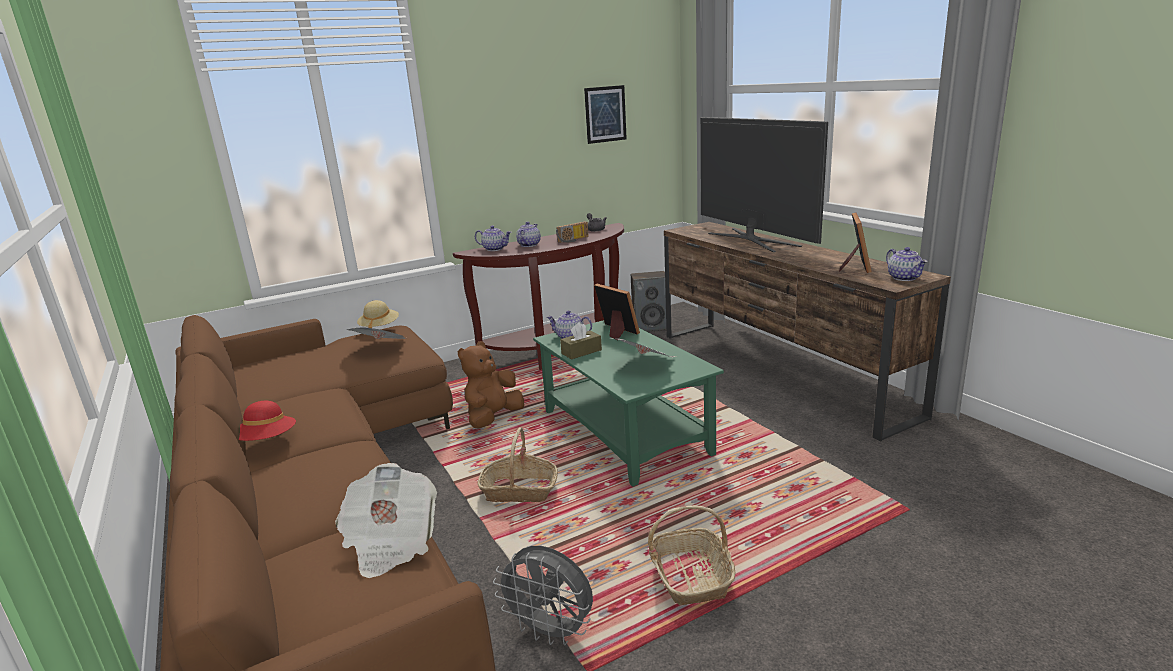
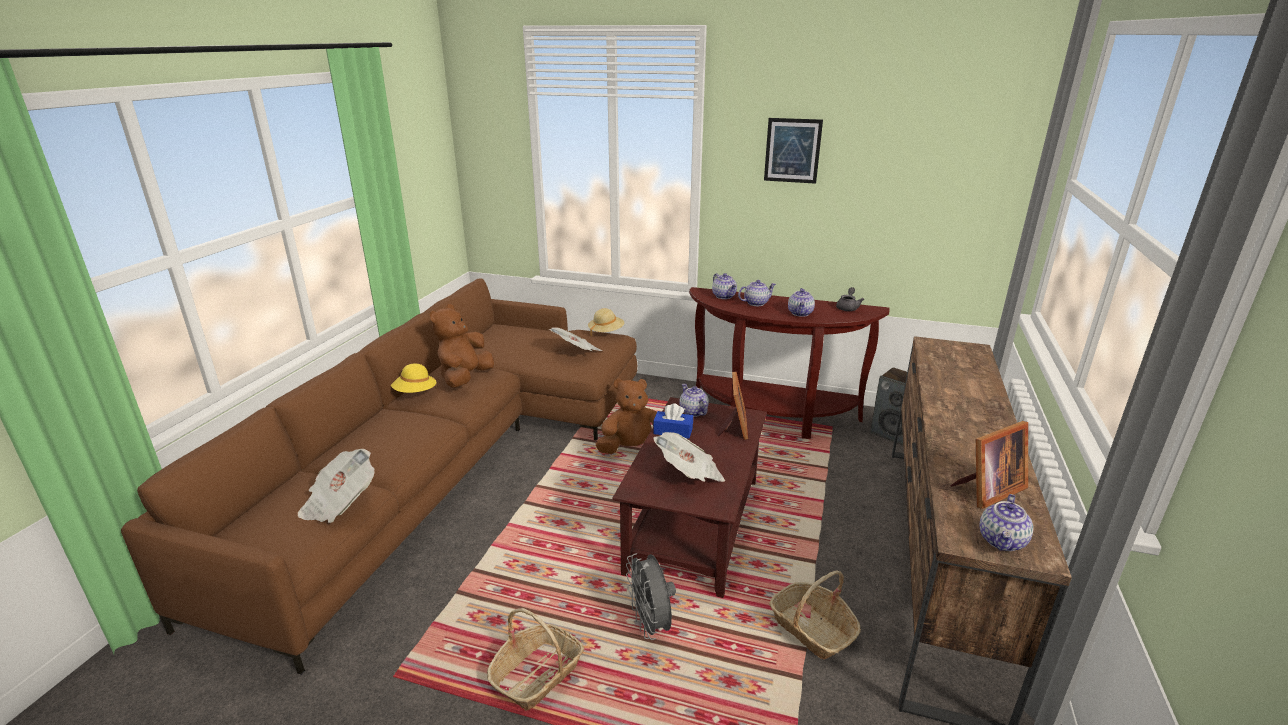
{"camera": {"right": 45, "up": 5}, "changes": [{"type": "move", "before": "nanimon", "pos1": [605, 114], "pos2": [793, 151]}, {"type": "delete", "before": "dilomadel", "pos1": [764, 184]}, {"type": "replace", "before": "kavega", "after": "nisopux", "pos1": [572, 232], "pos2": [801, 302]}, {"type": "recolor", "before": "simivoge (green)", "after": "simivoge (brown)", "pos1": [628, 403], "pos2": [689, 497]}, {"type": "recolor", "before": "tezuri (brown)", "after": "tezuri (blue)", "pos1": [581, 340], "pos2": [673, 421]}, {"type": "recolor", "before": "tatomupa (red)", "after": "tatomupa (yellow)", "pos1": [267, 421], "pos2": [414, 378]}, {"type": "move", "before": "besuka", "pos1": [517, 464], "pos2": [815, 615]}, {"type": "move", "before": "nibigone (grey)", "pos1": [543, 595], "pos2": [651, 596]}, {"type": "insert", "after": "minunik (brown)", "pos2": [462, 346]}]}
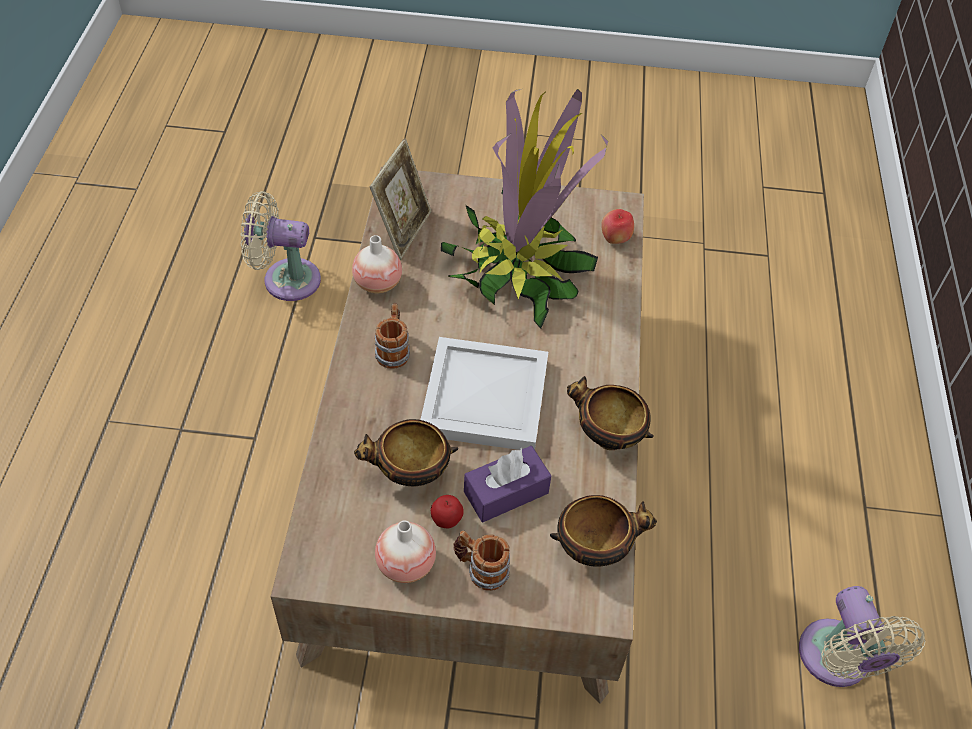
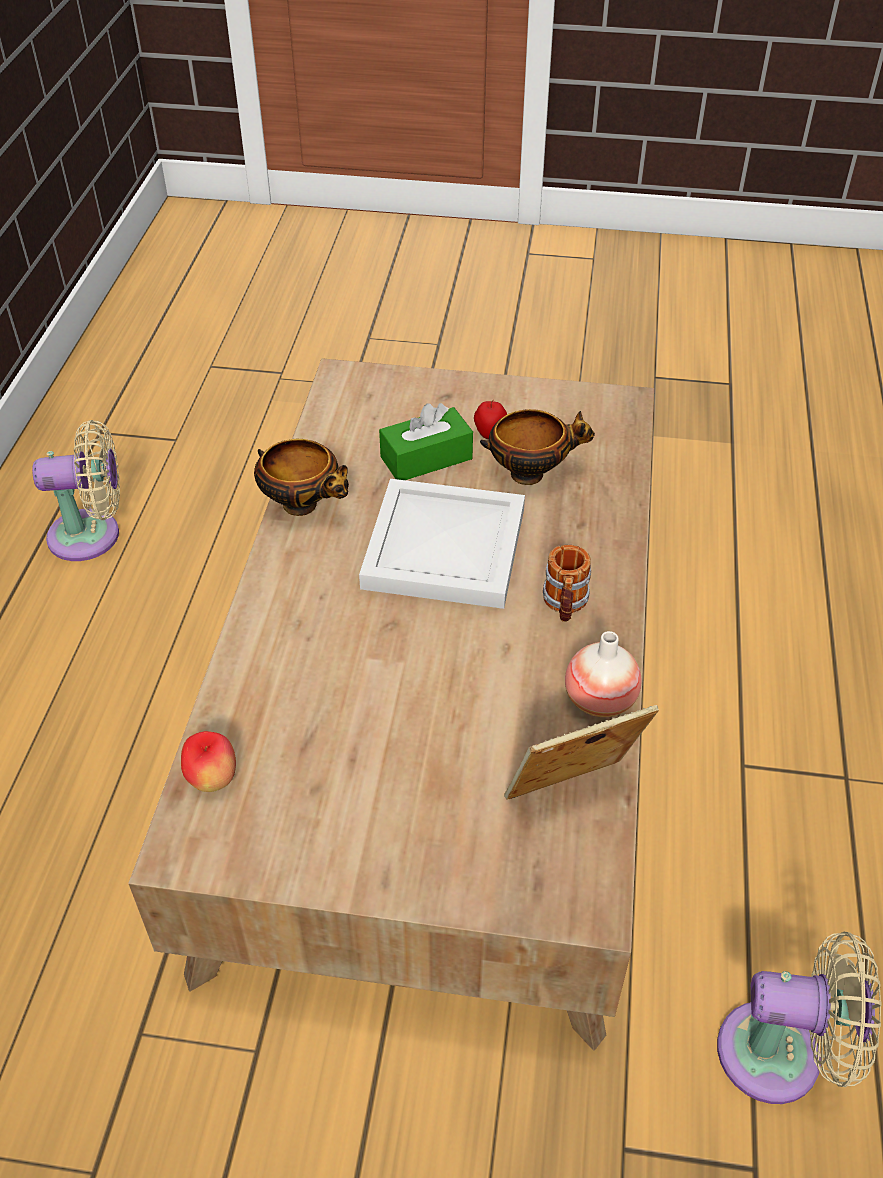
{"camera": {"right": -175, "up": -5}, "changes": [{"type": "delete", "before": "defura", "pos1": [524, 209]}, {"type": "rotate", "before": "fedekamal", "pos1": [400, 199], "pos2": [581, 752], "turn": 45}, {"type": "recolor", "before": "tezuri (purple)", "after": "tezuri (green)", "pos1": [507, 484], "pos2": [426, 441]}, {"type": "delete", "before": "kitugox", "pos1": [603, 530]}, {"type": "delete", "before": "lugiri", "pos1": [405, 551]}, {"type": "delete", "before": "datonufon", "pos1": [481, 561]}, {"type": "rotate", "before": "nibigone (beige)", "pos1": [862, 636], "pos2": [76, 490], "turn": 90}]}
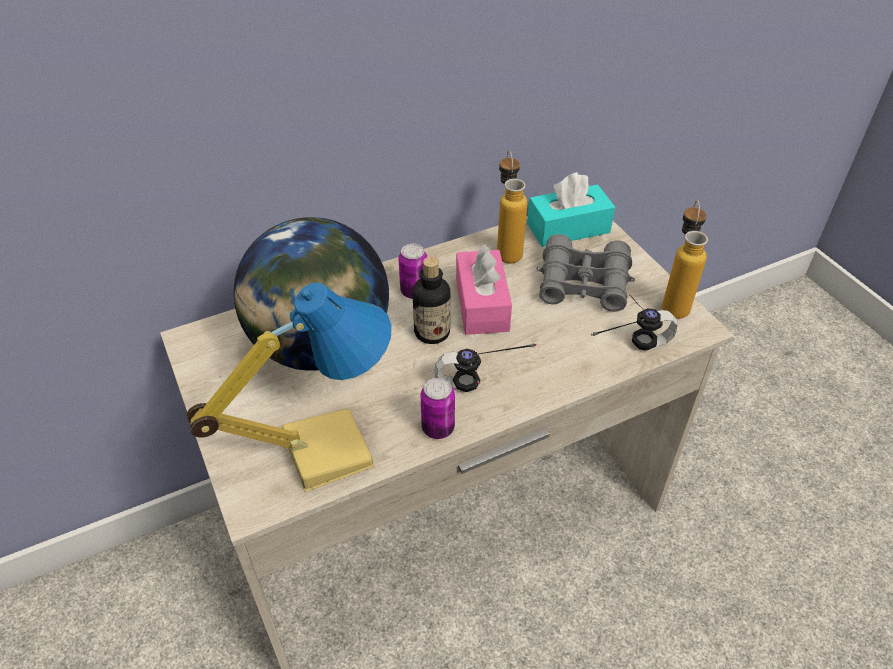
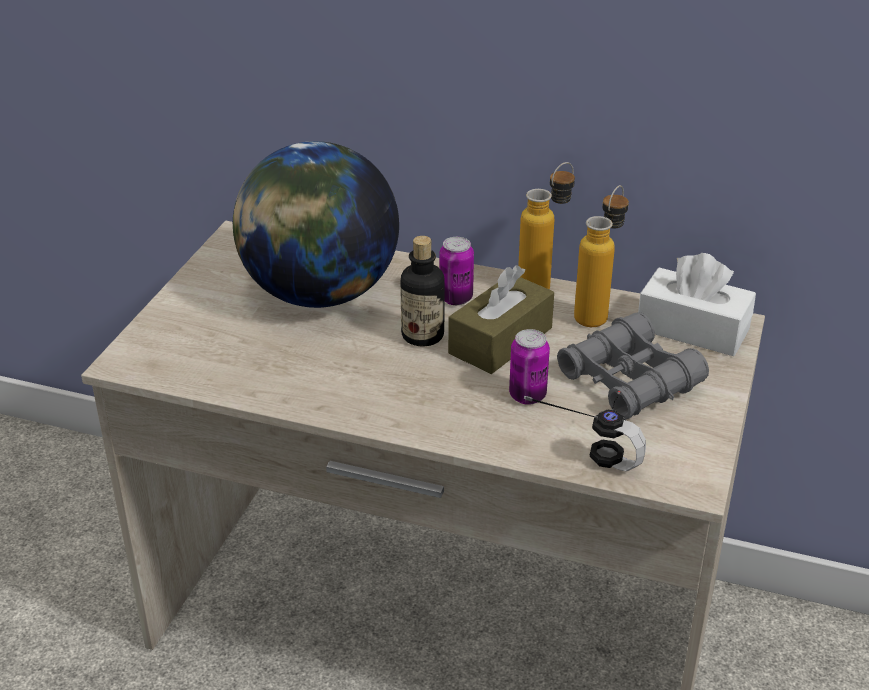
{"camera": {"right": 45, "up": -10}, "changes": [{"type": "recolor", "before": "tezuri (turquoise)", "after": "tezuri (white)", "pos1": [571, 209], "pos2": [697, 304]}, {"type": "move", "before": "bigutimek", "pos1": [685, 259], "pos2": [546, 225]}, {"type": "recolor", "before": "tezuri (pink)", "after": "tezuri (brown)", "pos1": [484, 289], "pos2": [501, 319]}, {"type": "delete", "before": "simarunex", "pos1": [289, 387]}, {"type": "delete", "before": "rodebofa", "pos1": [485, 367]}, {"type": "move", "before": "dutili", "pos1": [438, 408], "pos2": [529, 367]}]}
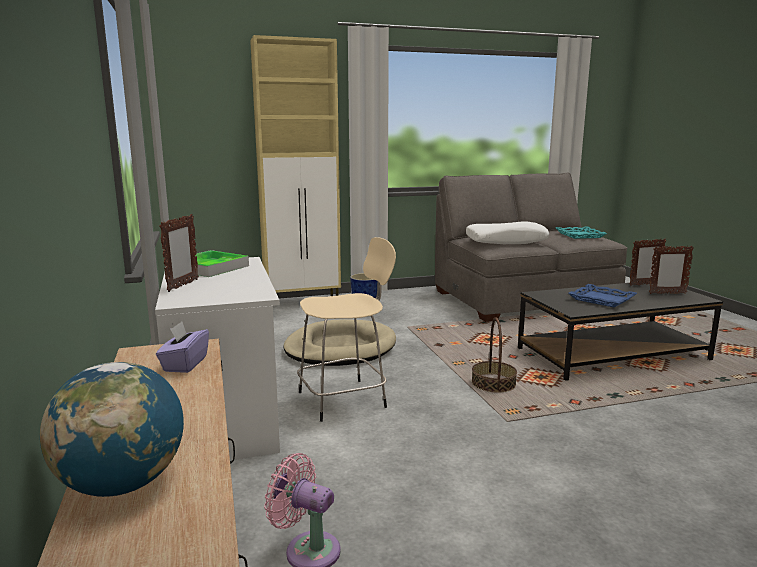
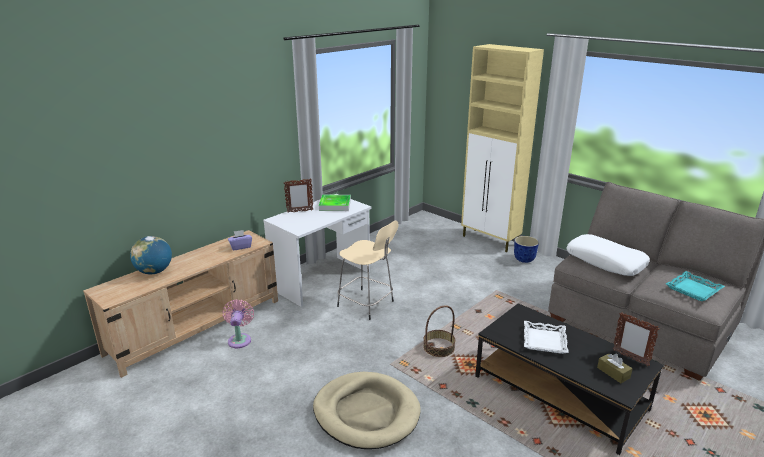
{"camera": {"right": 60, "up": 10}, "changes": [{"type": "replace", "before": "fedekamal", "after": "tezuri (brown)", "pos1": [671, 269], "pos2": [615, 368]}, {"type": "recolor", "before": "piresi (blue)", "after": "piresi (white)", "pos1": [602, 296], "pos2": [546, 337]}, {"type": "move", "before": "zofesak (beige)", "pos1": [339, 342], "pos2": [367, 410]}]}
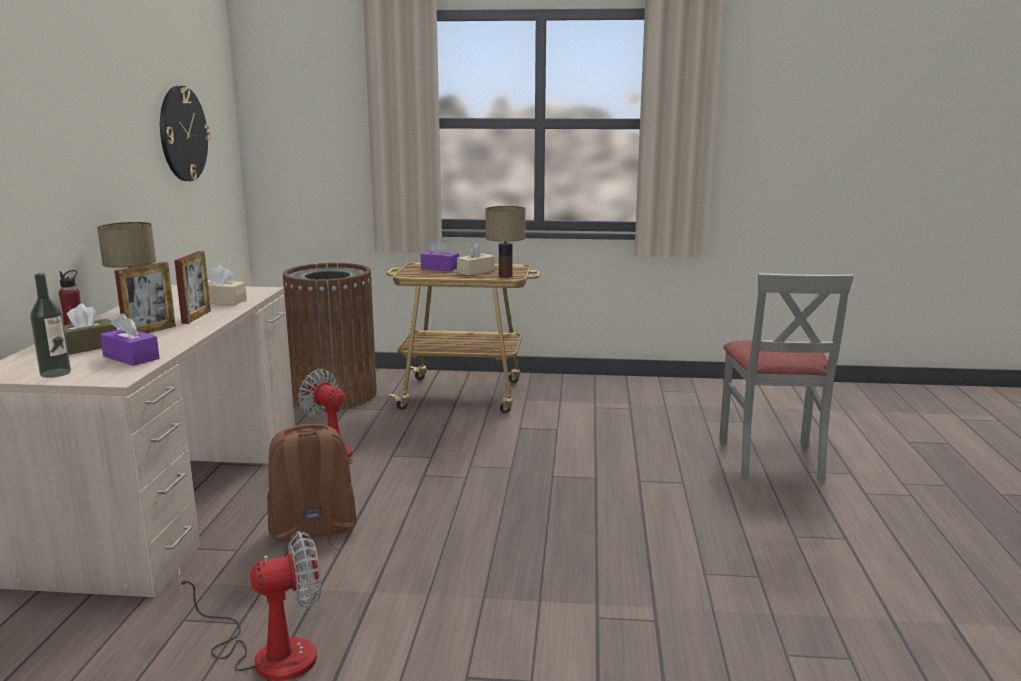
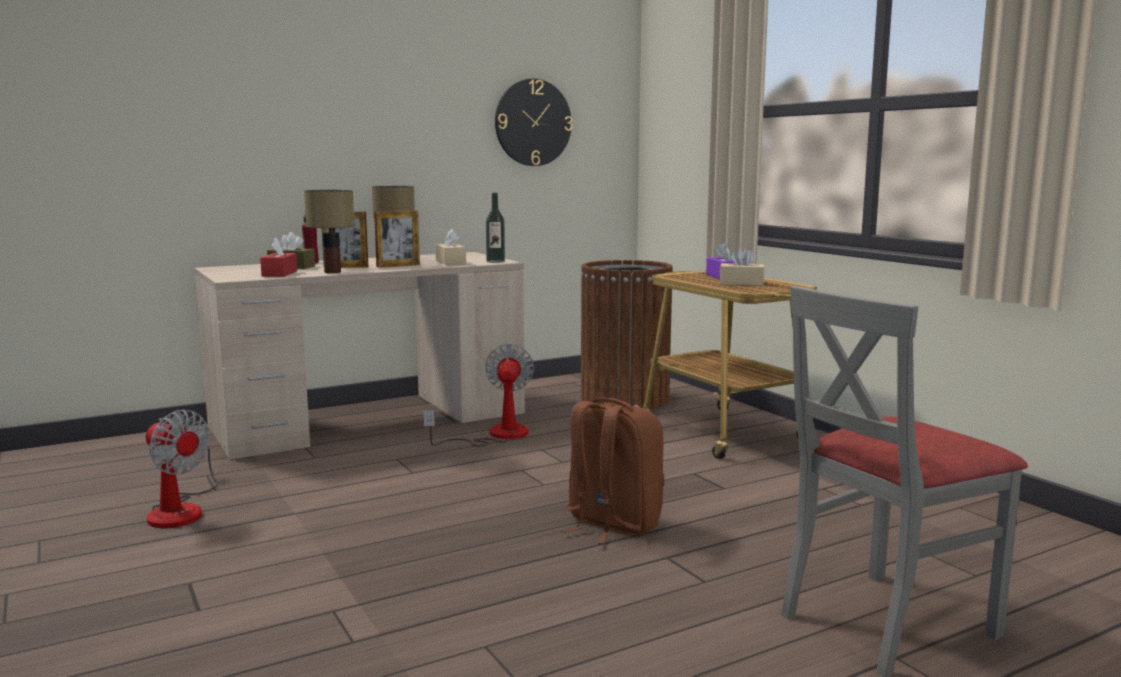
{"camera": {"right": 55, "up": -5}, "changes": [{"type": "move", "before": "simarunex", "pos1": [506, 242], "pos2": [329, 231]}, {"type": "move", "before": "bigutimek", "pos1": [50, 325], "pos2": [495, 228]}, {"type": "recolor", "before": "tezuri (purple)", "after": "tezuri (red)", "pos1": [130, 339], "pos2": [278, 257]}, {"type": "move", "before": "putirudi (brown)", "pos1": [312, 490], "pos2": [613, 471]}]}
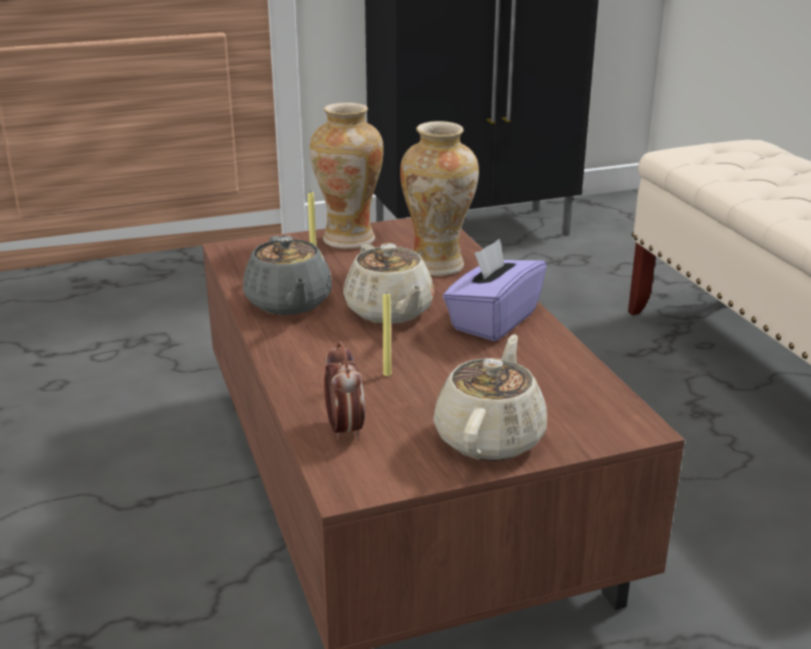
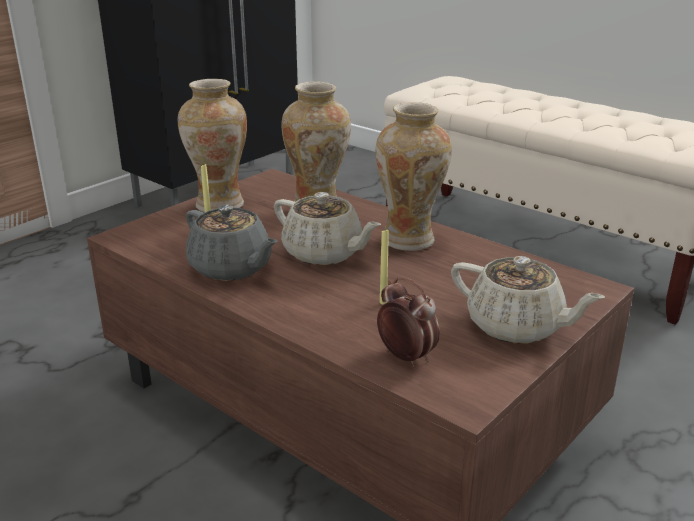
{"camera": {"right": -30, "up": 0}, "changes": [{"type": "replace", "before": "tezuri (purple)", "after": "lugiri", "pos1": [495, 289], "pos2": [414, 176]}, {"type": "rotate", "before": "nisopux (beige)", "pos1": [490, 397], "pos2": [528, 299], "turn": 135}]}
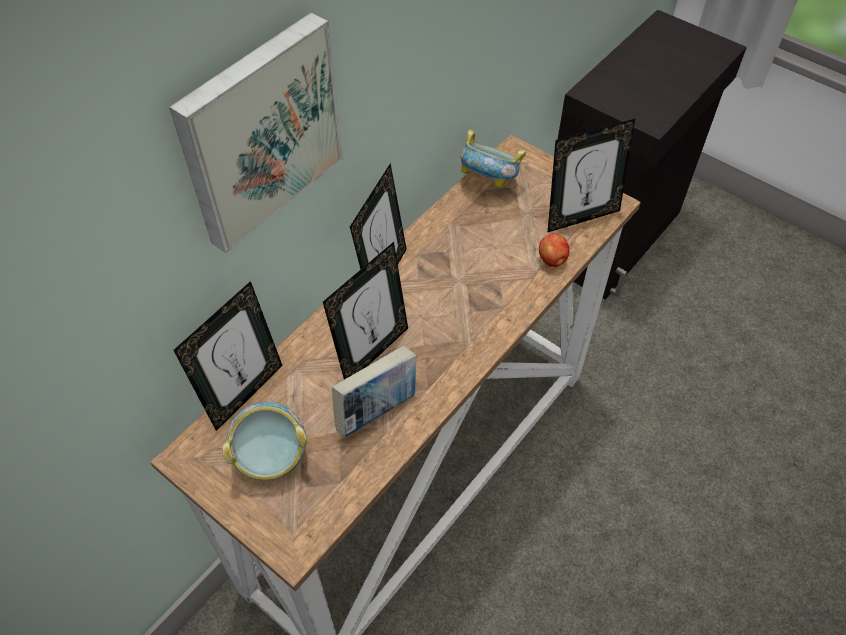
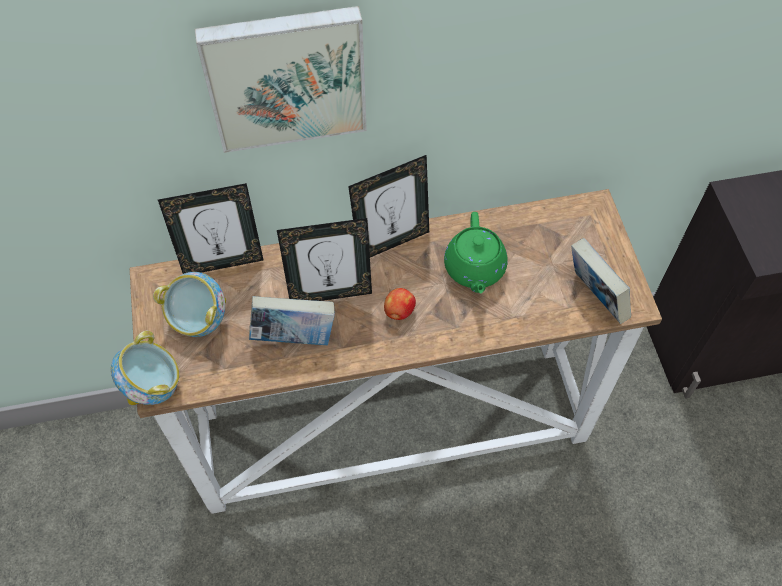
{"camera": {"right": 40, "up": 5}, "changes": [{"type": "replace", "before": "fedekamal", "after": "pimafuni", "pos1": [591, 175], "pos2": [601, 281]}, {"type": "move", "before": "kitugox", "pos1": [493, 158], "pos2": [145, 368]}, {"type": "move", "before": "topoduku", "pos1": [554, 250], "pos2": [400, 304]}, {"type": "insert", "after": "nisopux (green)", "pos2": [476, 252]}]}
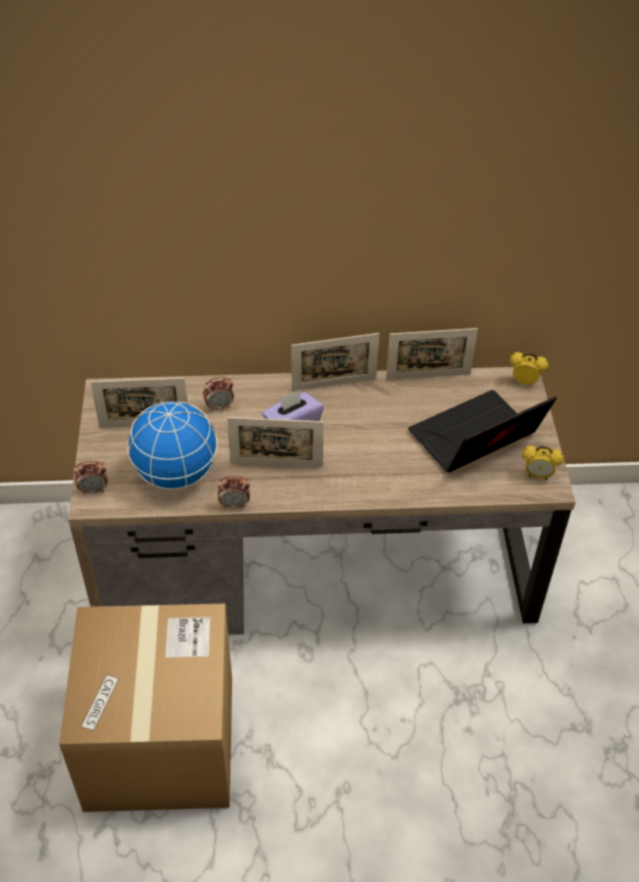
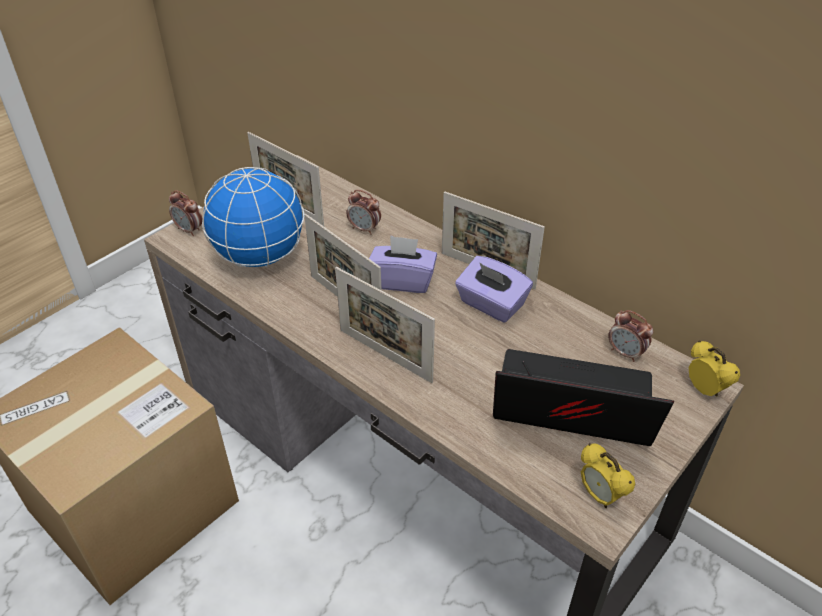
{"camera": {"right": 45, "up": -5}, "changes": [{"type": "move", "before": "fedekamal", "pos1": [432, 354], "pos2": [385, 325]}, {"type": "move", "before": "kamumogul", "pos1": [234, 492], "pos2": [630, 336]}, {"type": "insert", "after": "tezuri (purple)", "pos2": [494, 289]}]}
